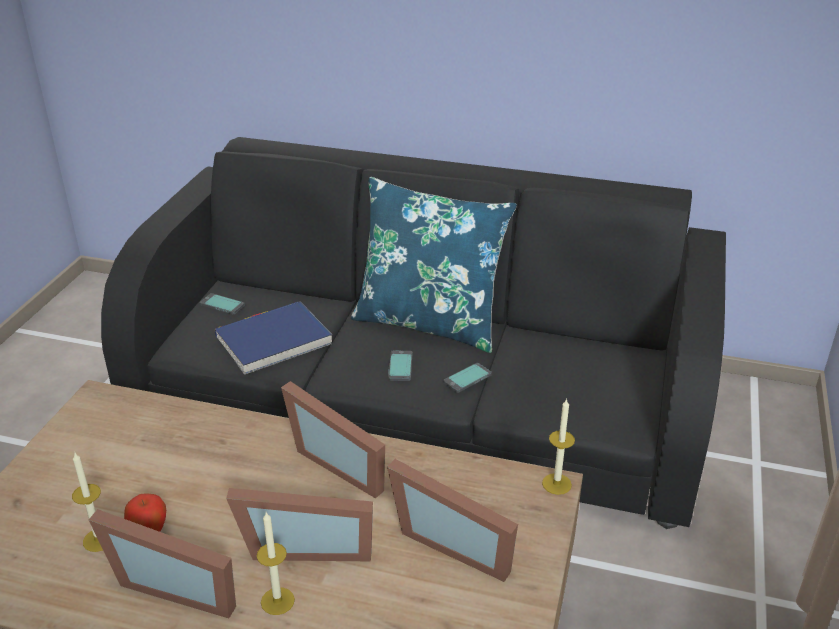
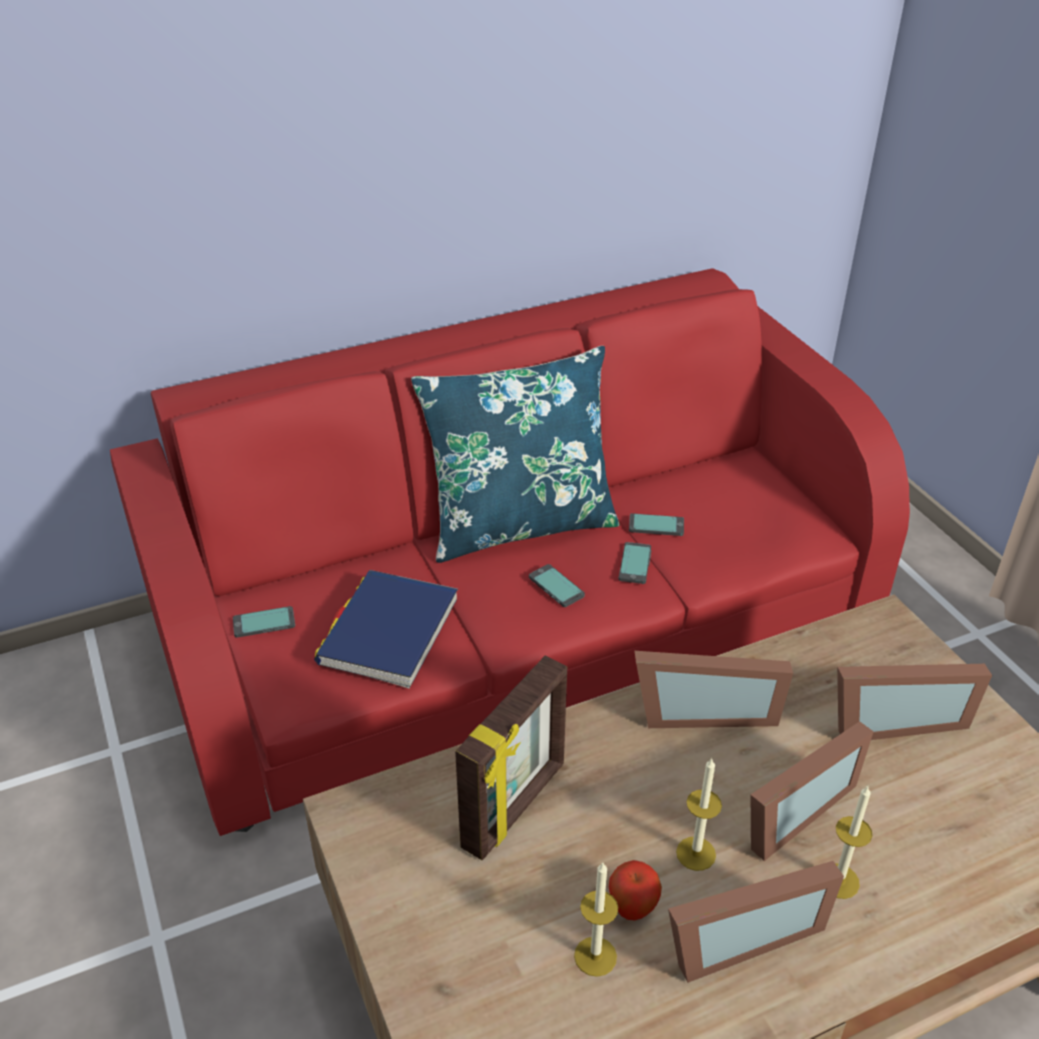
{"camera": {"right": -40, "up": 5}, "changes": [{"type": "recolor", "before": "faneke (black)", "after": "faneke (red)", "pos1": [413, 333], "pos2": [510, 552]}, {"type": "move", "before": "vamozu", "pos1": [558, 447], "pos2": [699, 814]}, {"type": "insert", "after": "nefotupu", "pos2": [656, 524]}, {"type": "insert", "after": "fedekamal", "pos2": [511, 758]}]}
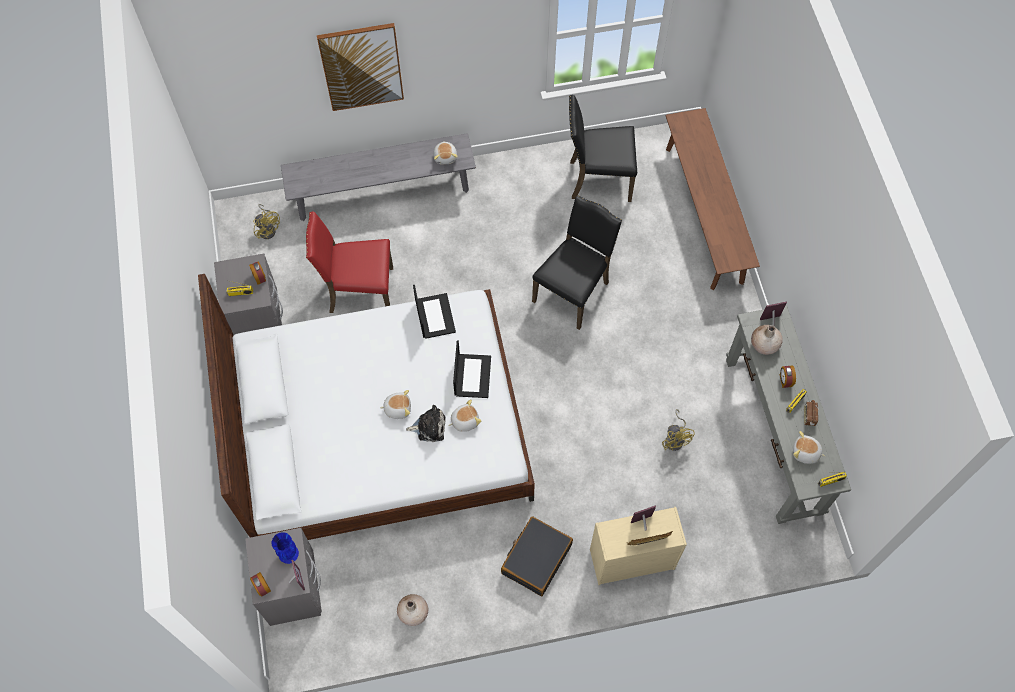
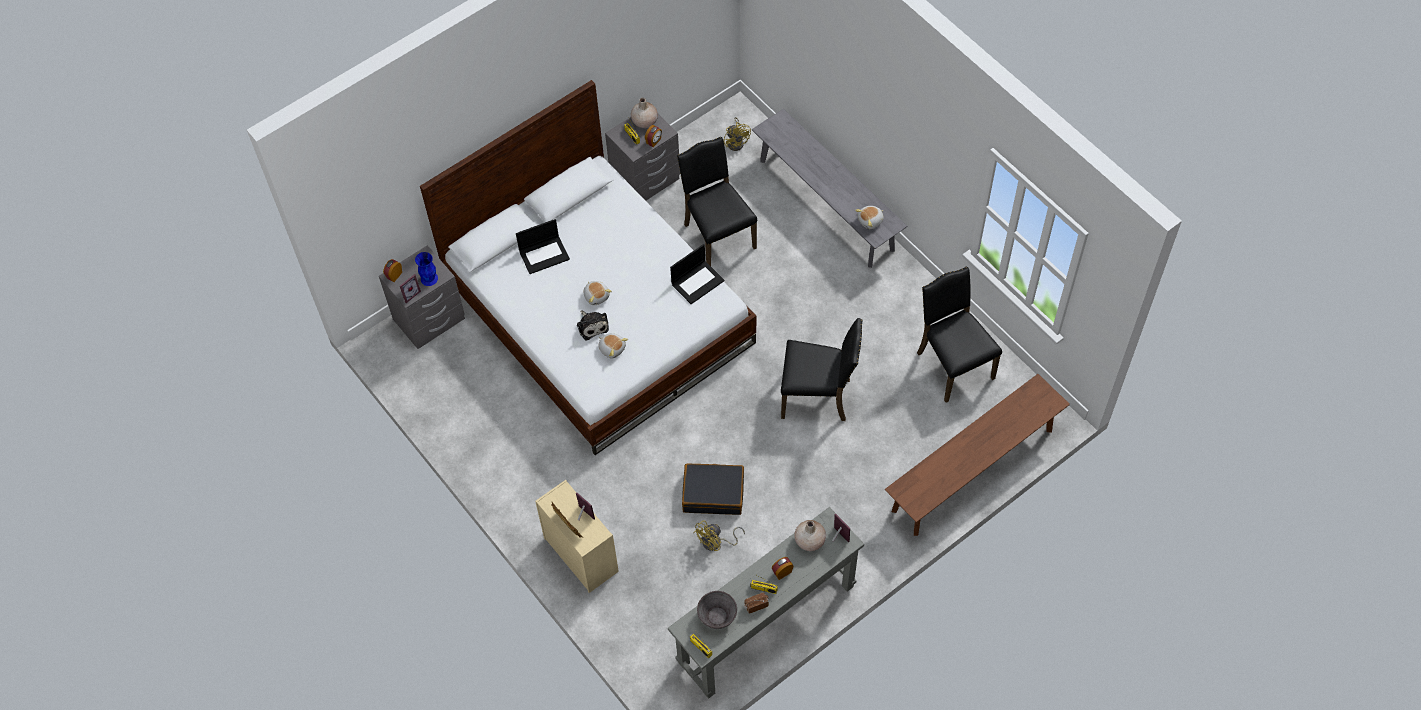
{"camera": {"right": 65, "up": -5}, "changes": [{"type": "delete", "before": "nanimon", "pos1": [360, 67]}, {"type": "rotate", "before": "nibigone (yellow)", "pos1": [266, 221], "pos2": [737, 134], "turn": -45}, {"type": "recolor", "before": "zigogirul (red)", "after": "zigogirul (black)", "pos1": [349, 262], "pos2": [717, 201]}, {"type": "move", "before": "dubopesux", "pos1": [472, 369], "pos2": [543, 246]}, {"type": "replace", "before": "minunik", "after": "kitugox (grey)", "pos1": [809, 447], "pos2": [717, 610]}, {"type": "move", "before": "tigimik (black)", "pos1": [537, 556], "pos2": [713, 489]}, {"type": "move", "before": "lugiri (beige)", "pos1": [412, 610], "pos2": [644, 113]}]}
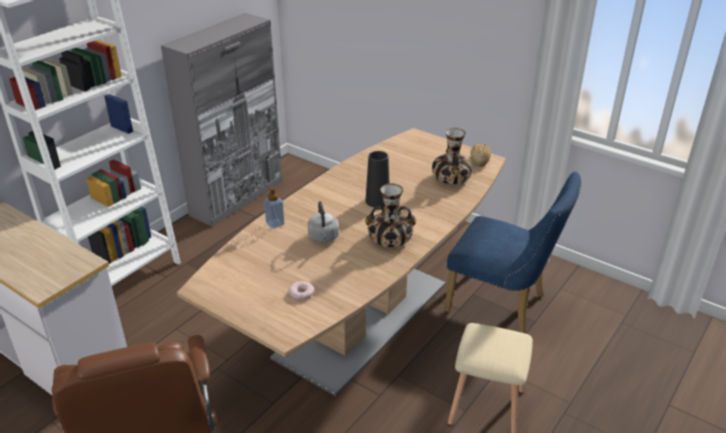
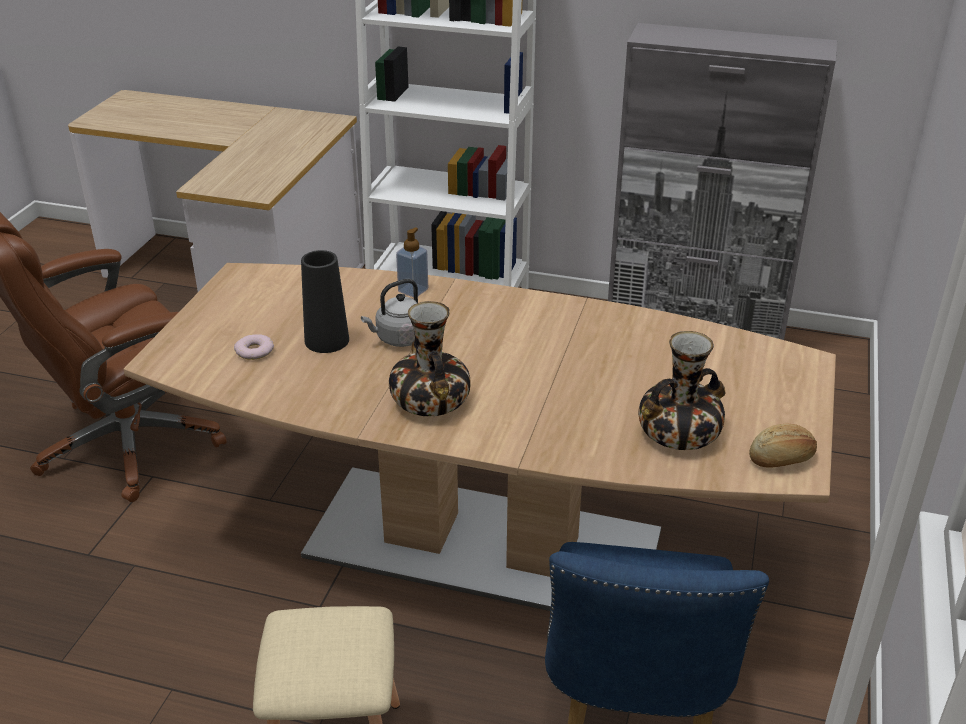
{"camera": {"right": 70, "up": 0}, "changes": [{"type": "move", "before": "lugiri (black)", "pos1": [378, 179], "pos2": [325, 301]}]}
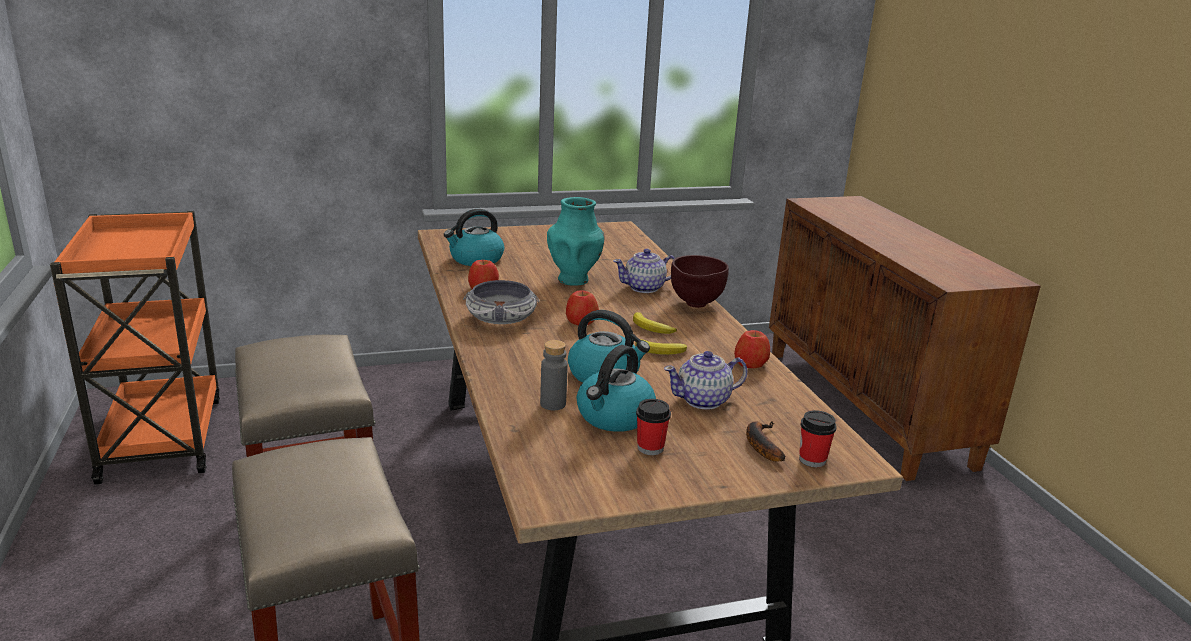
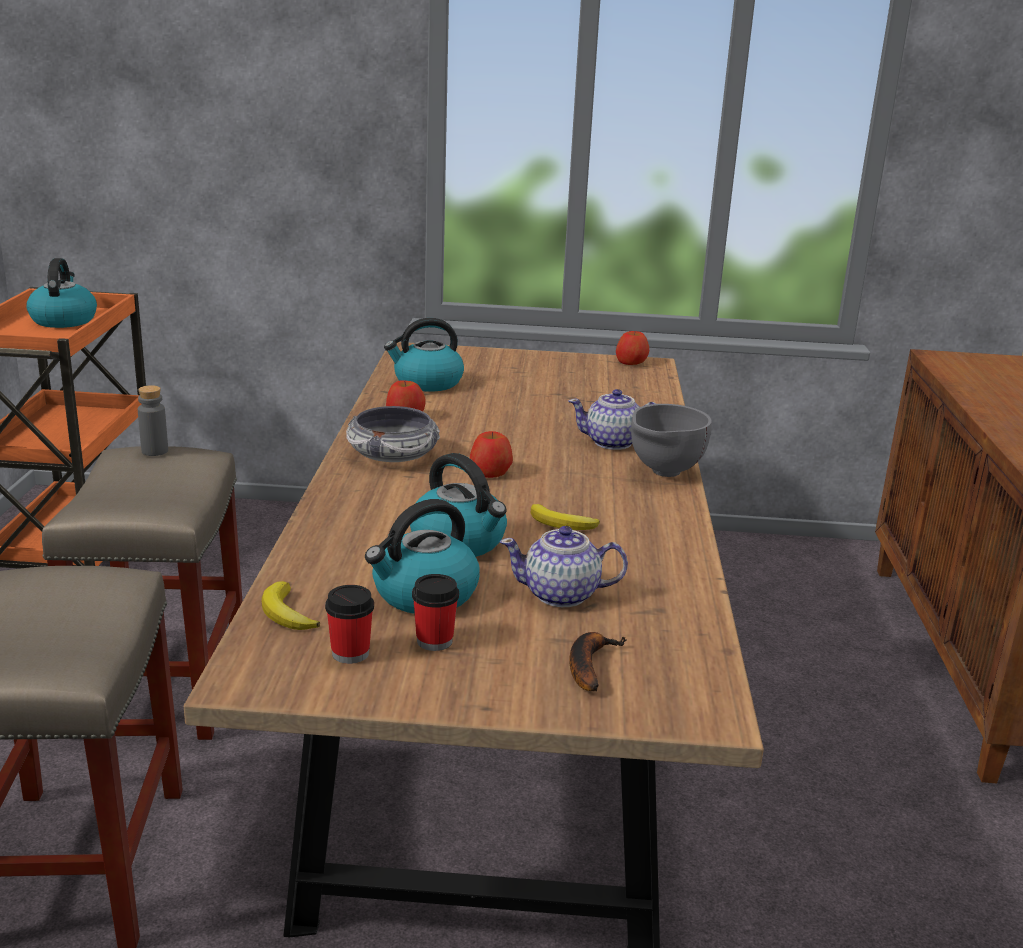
{"camera": {"right": 20, "up": 0}, "changes": [{"type": "delete", "before": "lugiri (turquoise)", "pos1": [576, 241]}, {"type": "recolor", "before": "kitugox (brown)", "after": "kitugox (grey)", "pos1": [700, 281], "pos2": [671, 440]}, {"type": "move", "before": "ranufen", "pos1": [655, 323], "pos2": [291, 605]}, {"type": "move", "before": "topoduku", "pos1": [752, 349], "pos2": [632, 348]}, {"type": "move", "before": "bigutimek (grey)", "pos1": [554, 375], "pos2": [153, 420]}, {"type": "move", "before": "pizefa", "pos1": [817, 438], "pos2": [349, 624]}, {"type": "insert", "after": "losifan", "pos2": [61, 293]}]}
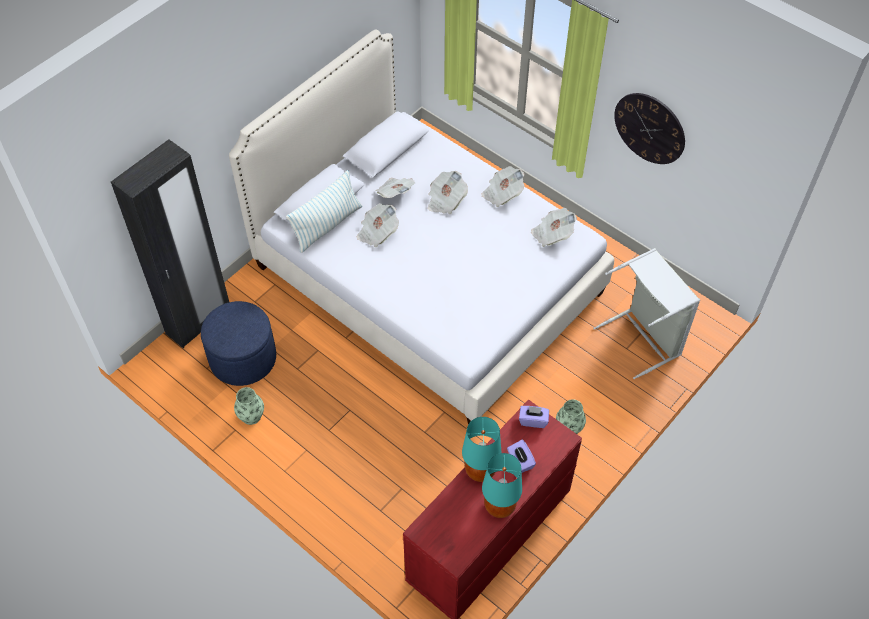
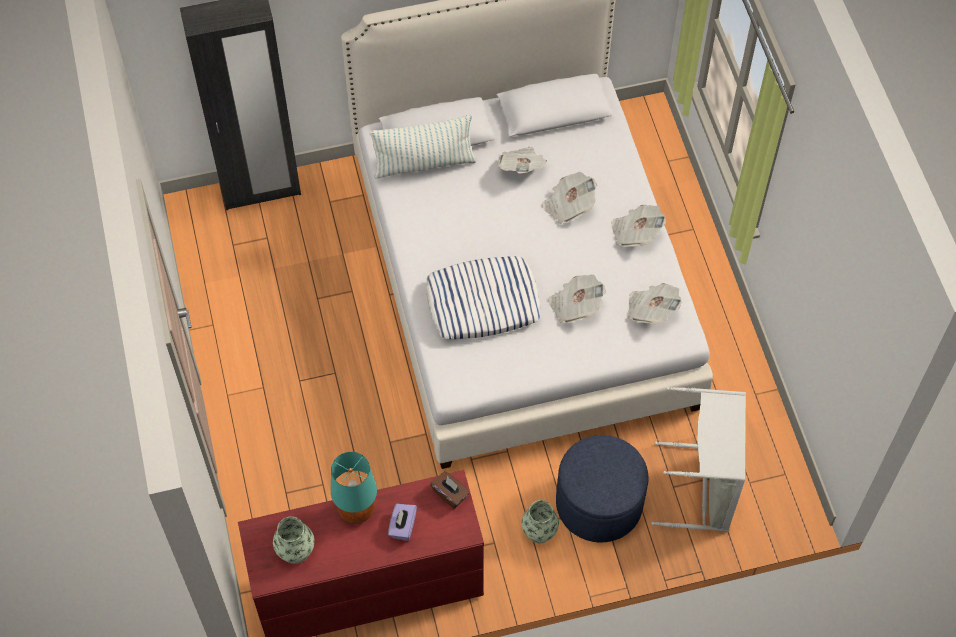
{"camera": {"right": 35, "up": 5}, "changes": [{"type": "delete", "before": "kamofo", "pos1": [649, 128]}, {"type": "move", "before": "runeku", "pos1": [378, 225], "pos2": [577, 298]}, {"type": "move", "before": "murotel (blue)", "pos1": [238, 343], "pos2": [602, 488]}, {"type": "move", "before": "lugiri", "pos1": [249, 406], "pos2": [293, 540]}, {"type": "recolor", "before": "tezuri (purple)", "after": "tezuri (brown)", "pos1": [534, 417], "pos2": [450, 490]}, {"type": "delete", "before": "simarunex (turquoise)", "pos1": [502, 485]}, {"type": "insert", "after": "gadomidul", "pos2": [483, 297]}]}
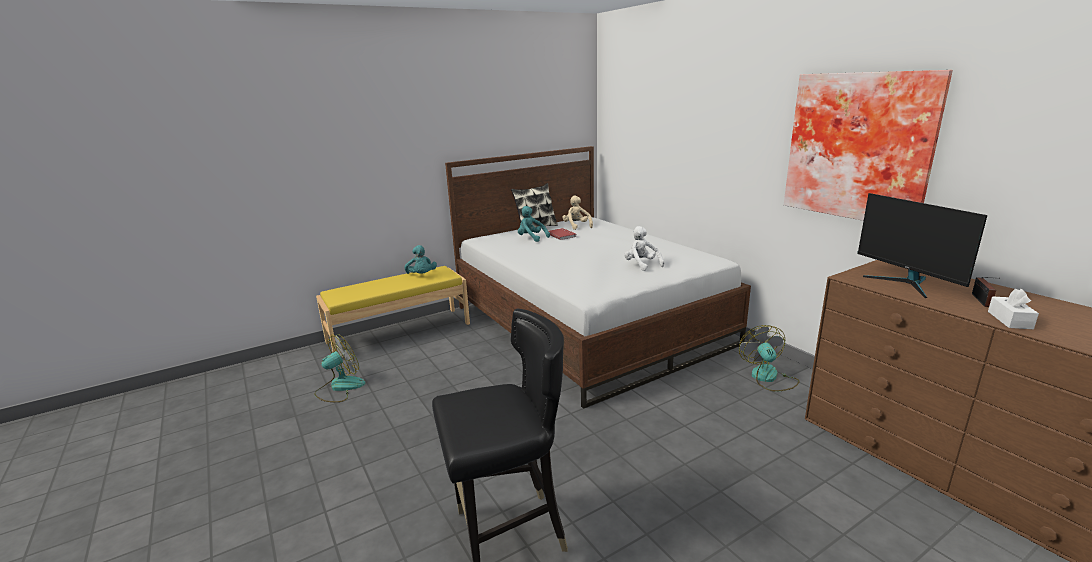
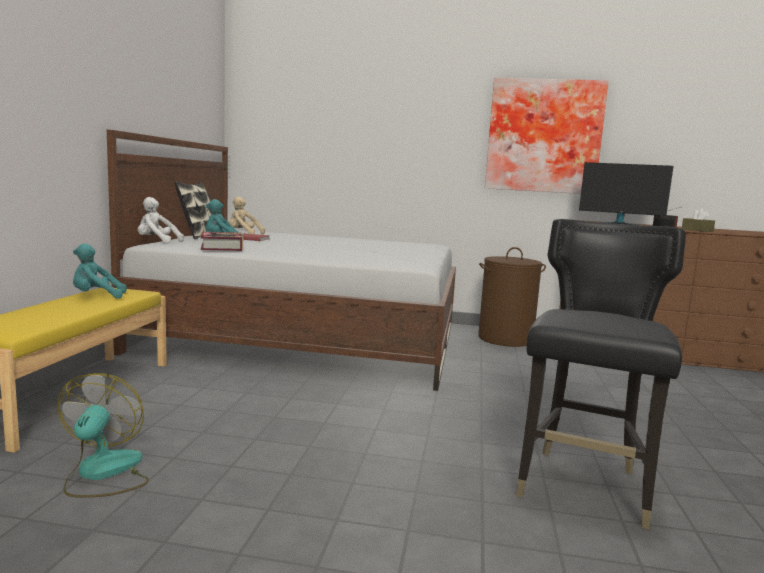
{"camera": {"right": -50, "up": -10}, "changes": [{"type": "move", "before": "minunik (white)", "pos1": [644, 248], "pos2": [161, 220]}, {"type": "rotate", "before": "minunik (turquoise)", "pos1": [420, 259], "pos2": [100, 271], "turn": 150}, {"type": "recolor", "before": "tezuri (white)", "after": "tezuri (brown)", "pos1": [1013, 309], "pos2": [698, 220]}, {"type": "replace", "before": "nibigone", "after": "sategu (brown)", "pos1": [769, 358], "pos2": [512, 297]}, {"type": "insert", "after": "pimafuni", "pos2": [222, 241]}]}
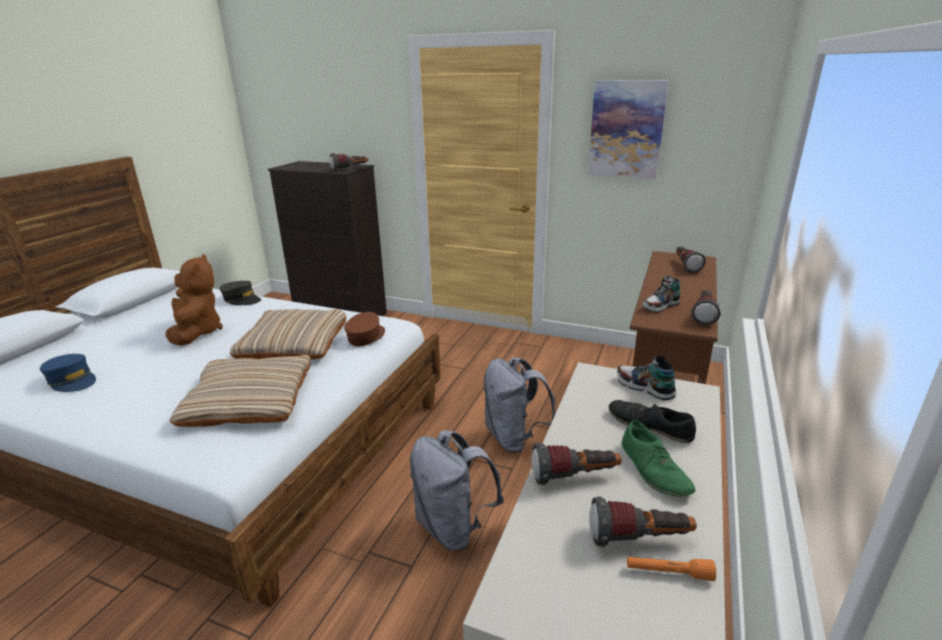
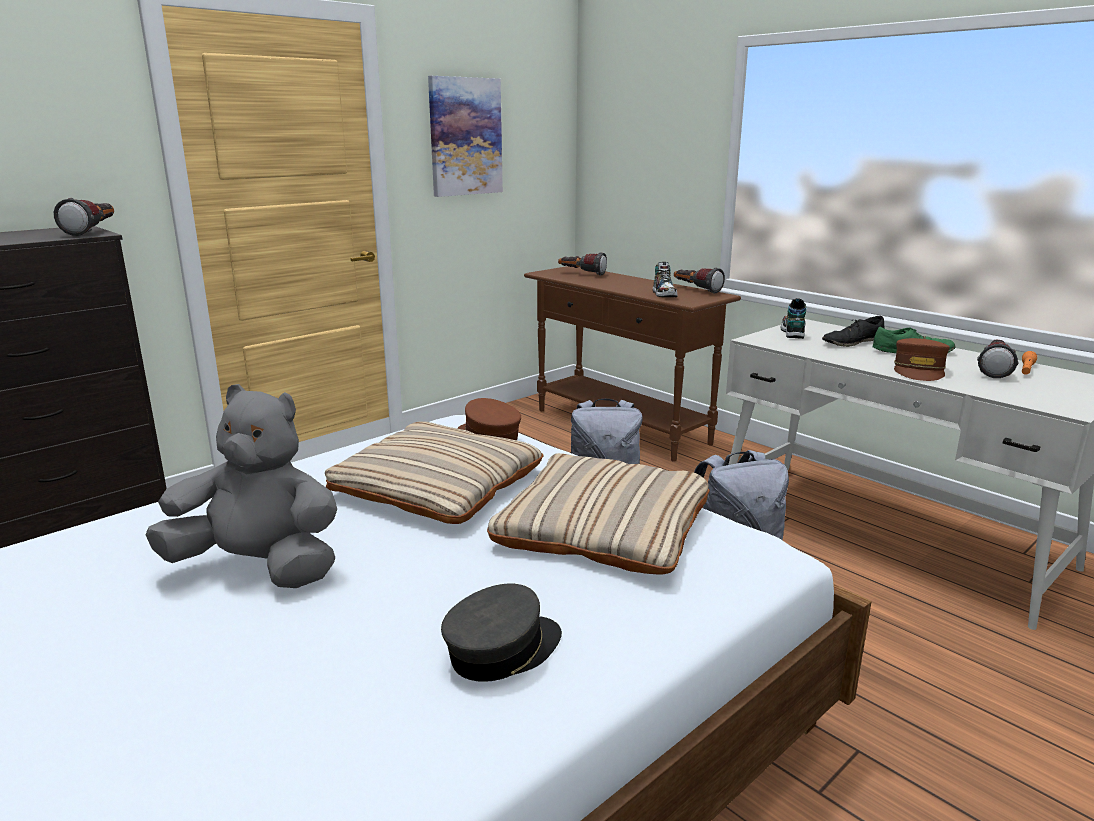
{"camera": {"right": -65, "up": -5}, "changes": [{"type": "recolor", "before": "minunik (brown)", "after": "minunik (grey)", "pos1": [194, 300], "pos2": [241, 486]}, {"type": "move", "before": "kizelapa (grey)", "pos1": [240, 293], "pos2": [501, 633]}, {"type": "delete", "before": "kizelapa (blue)", "pos1": [68, 373]}, {"type": "rotate", "before": "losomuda", "pos1": [646, 377], "pos2": [793, 318], "turn": 120}, {"type": "replace", "before": "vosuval", "after": "kizelapa (brown)", "pos1": [576, 464], "pos2": [922, 359]}]}
